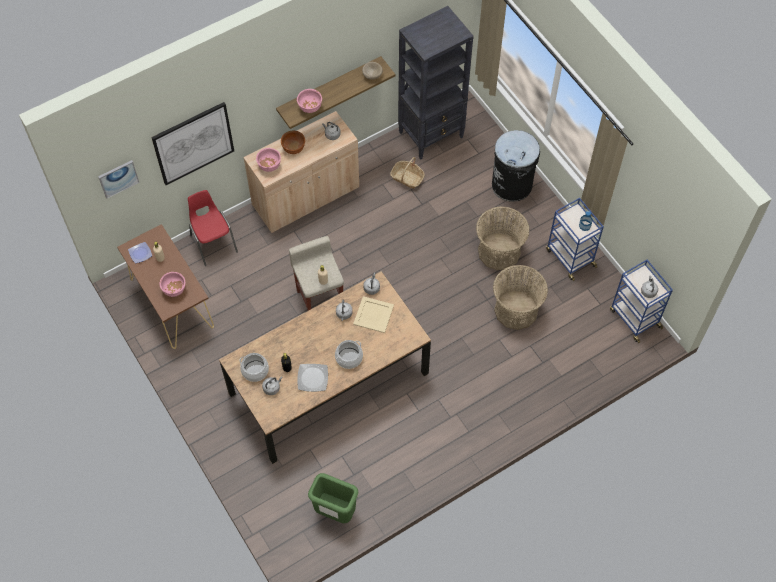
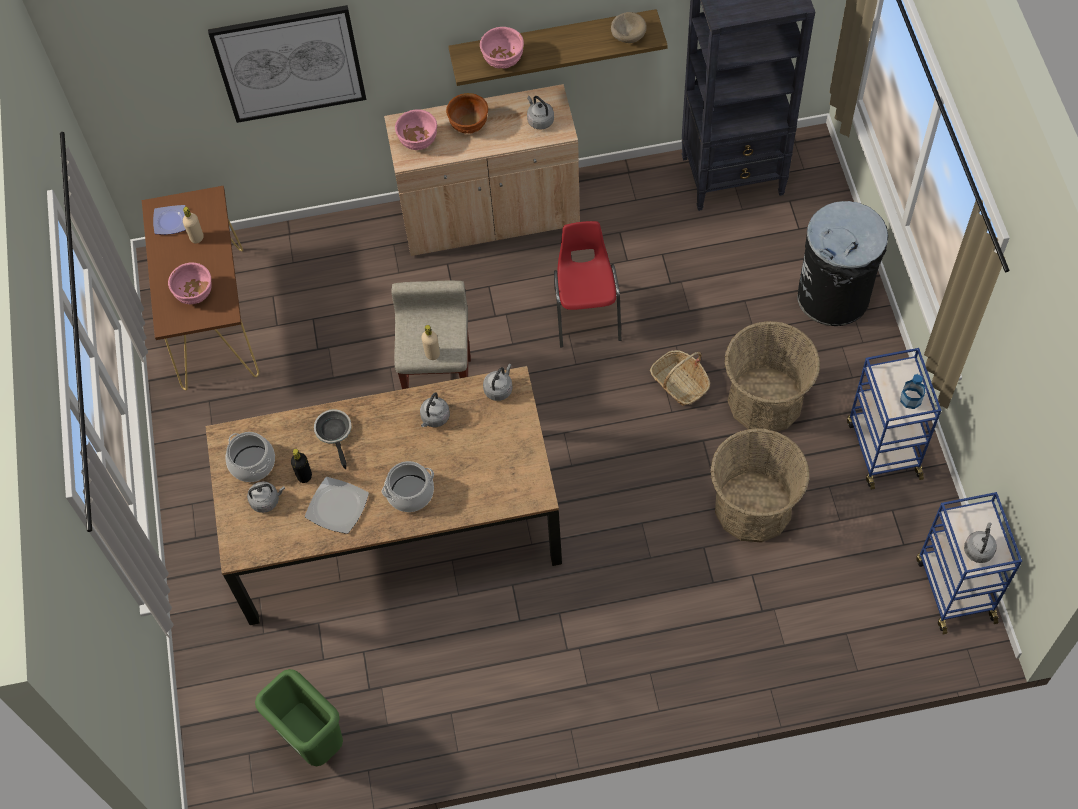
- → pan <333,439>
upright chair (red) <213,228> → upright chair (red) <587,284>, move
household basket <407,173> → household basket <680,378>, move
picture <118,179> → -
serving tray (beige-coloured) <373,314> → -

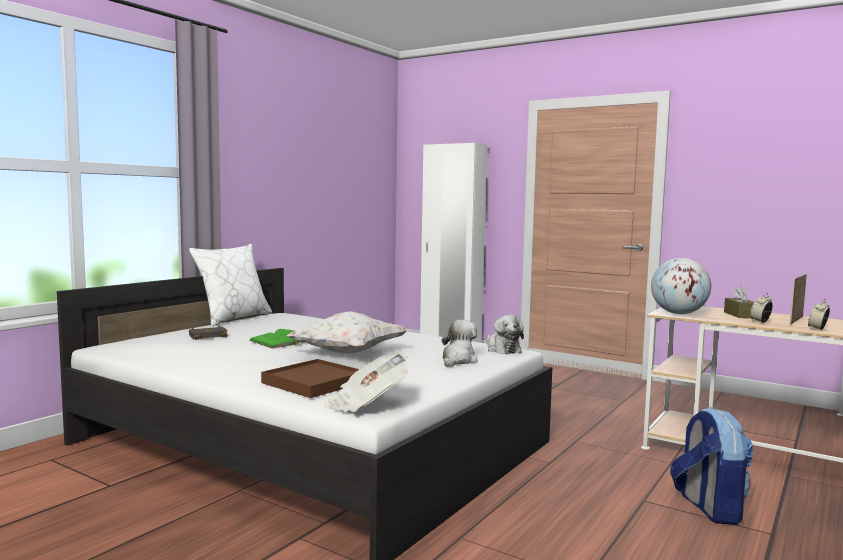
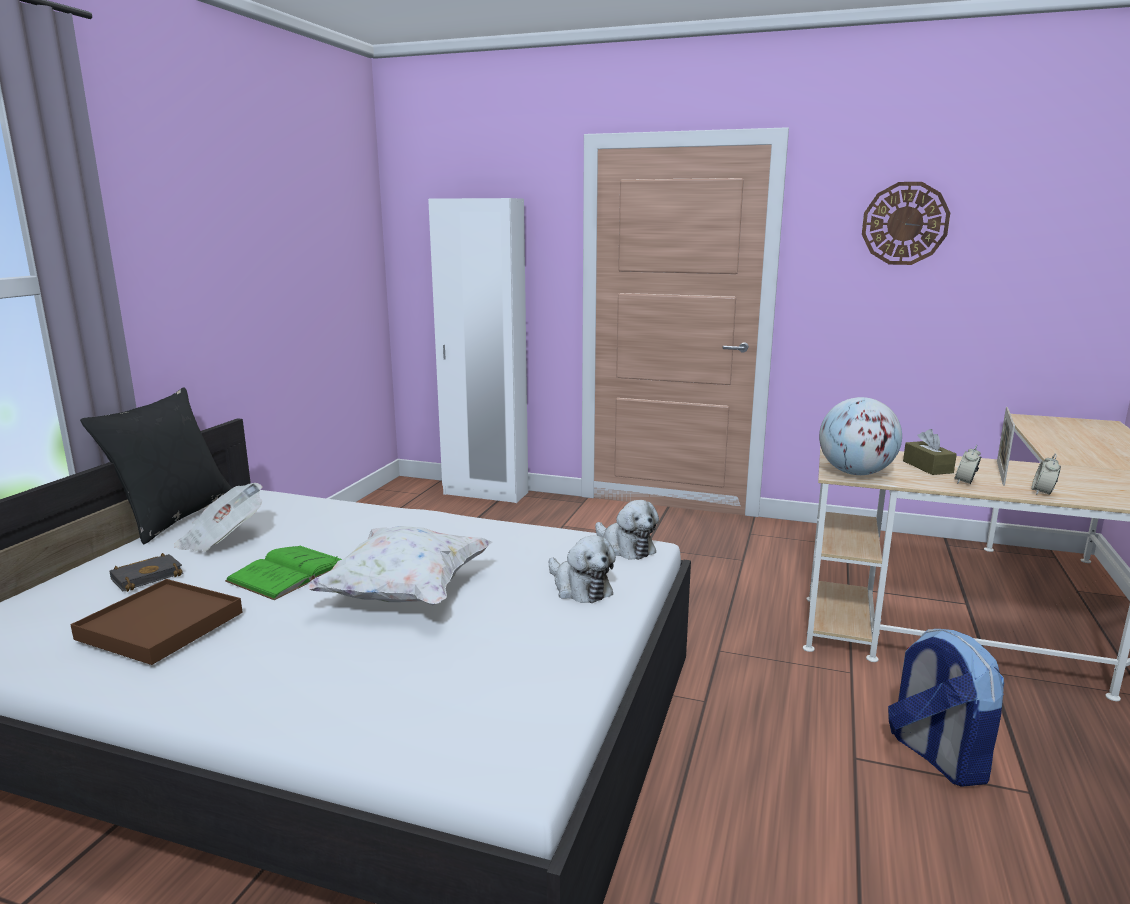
serving tray (brownish) <310,378> → serving tray (brownish) <156,622>, move
pillow (white) <230,285> → pillow (blackish) <156,465>
newspaper <366,383> → newspaper <218,517>, move
plush toy <459,343> → plush toy <582,569>, 135 degrees clockwise
- → hanging clock <906,223>

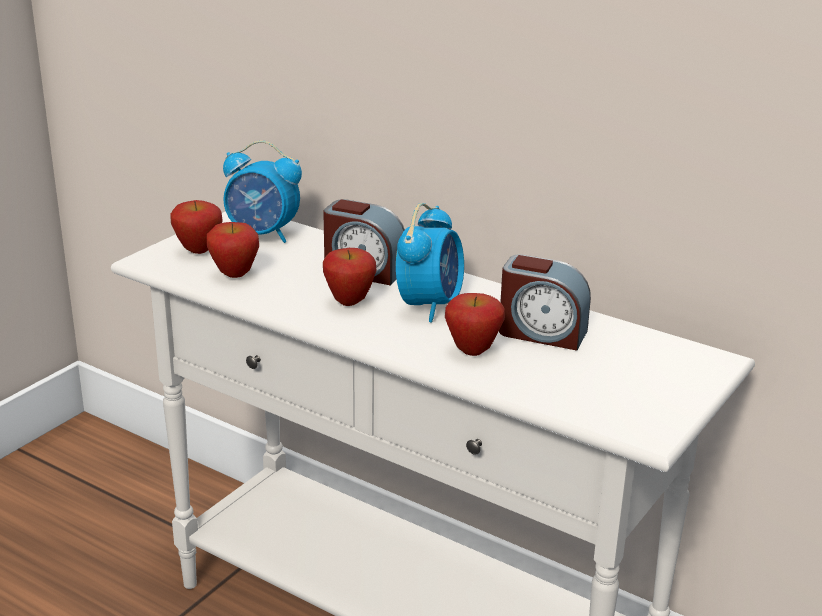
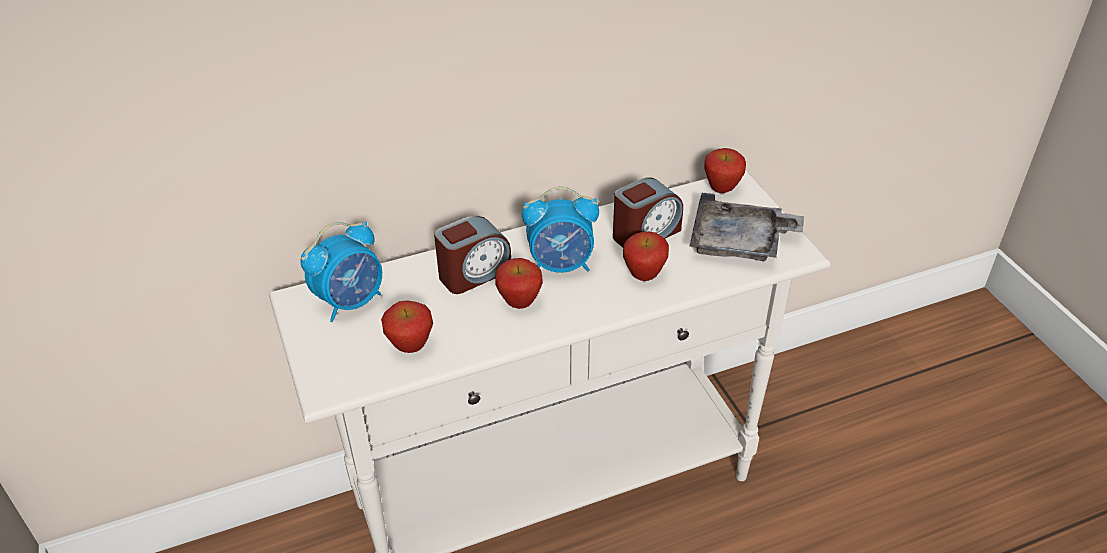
bedside clock <430,263> → bedside clock <560,230>, 120 degrees clockwise
- → serving tray (grey) <747,227>
whole apple <196,227> → whole apple <725,170>, move

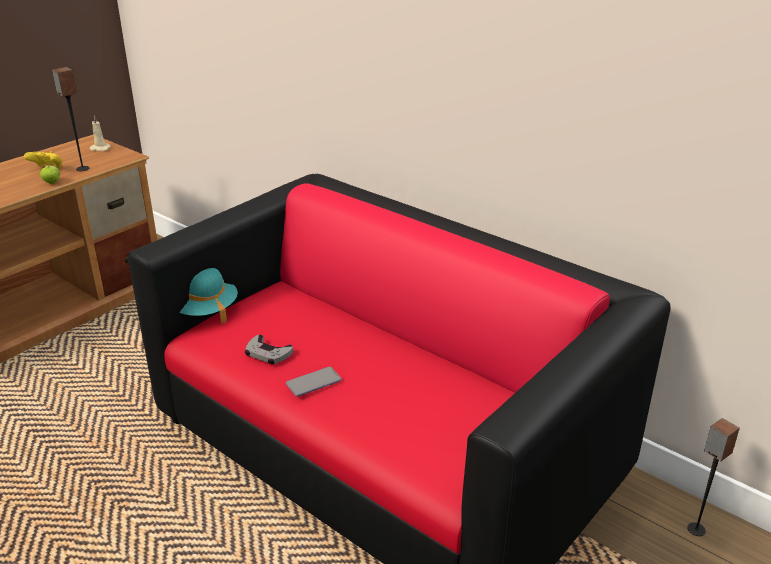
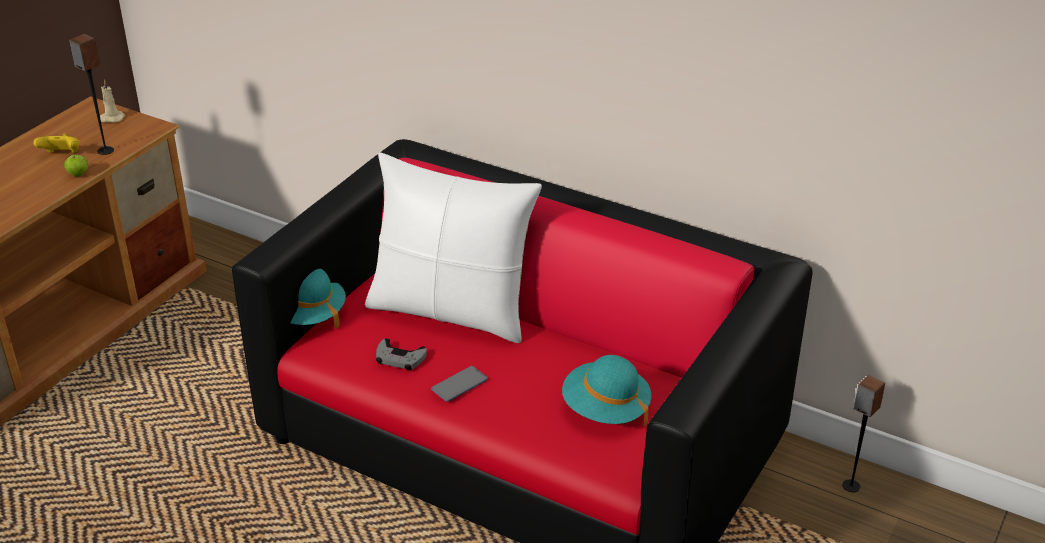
- → pillow (white) <453,248>
- → clothing hat (blue-green) <607,390>

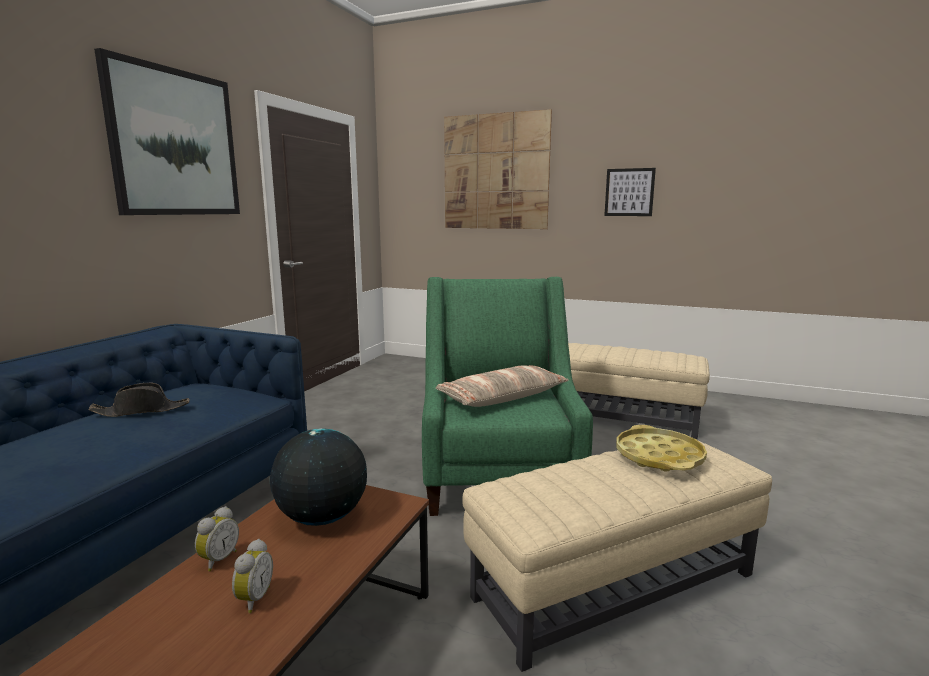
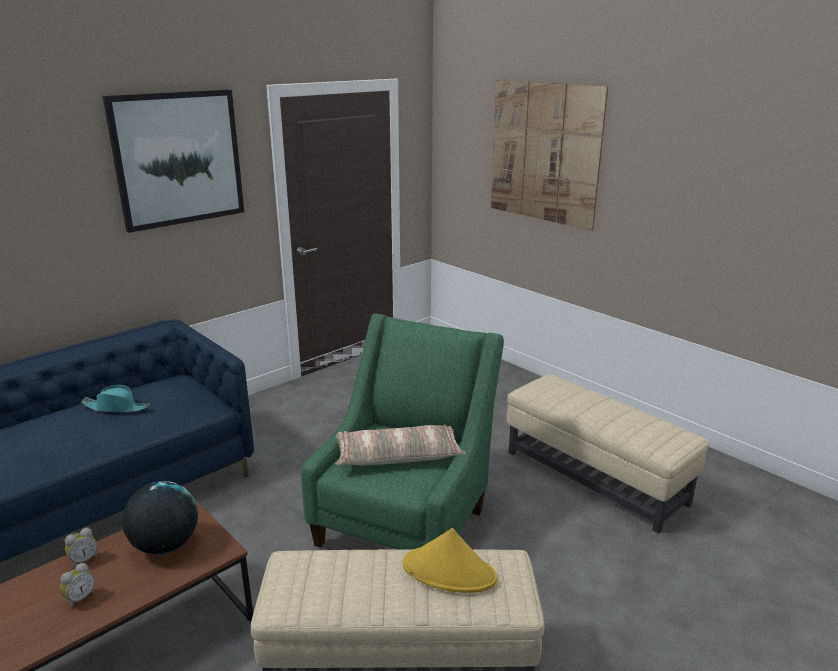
clothing hat (blackish) <139,400> → clothing hat (blue-green) <115,399>
serving tray (yellow-coloured) <661,448> → clothing hat (yellow-coloured) <450,560>
picture <630,192> → -

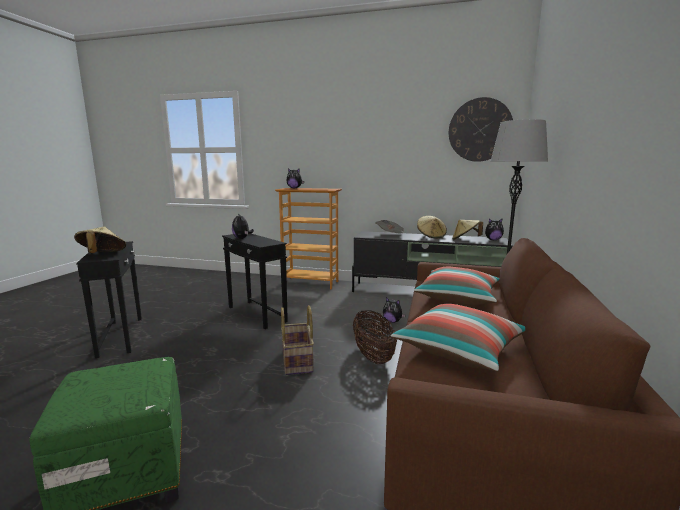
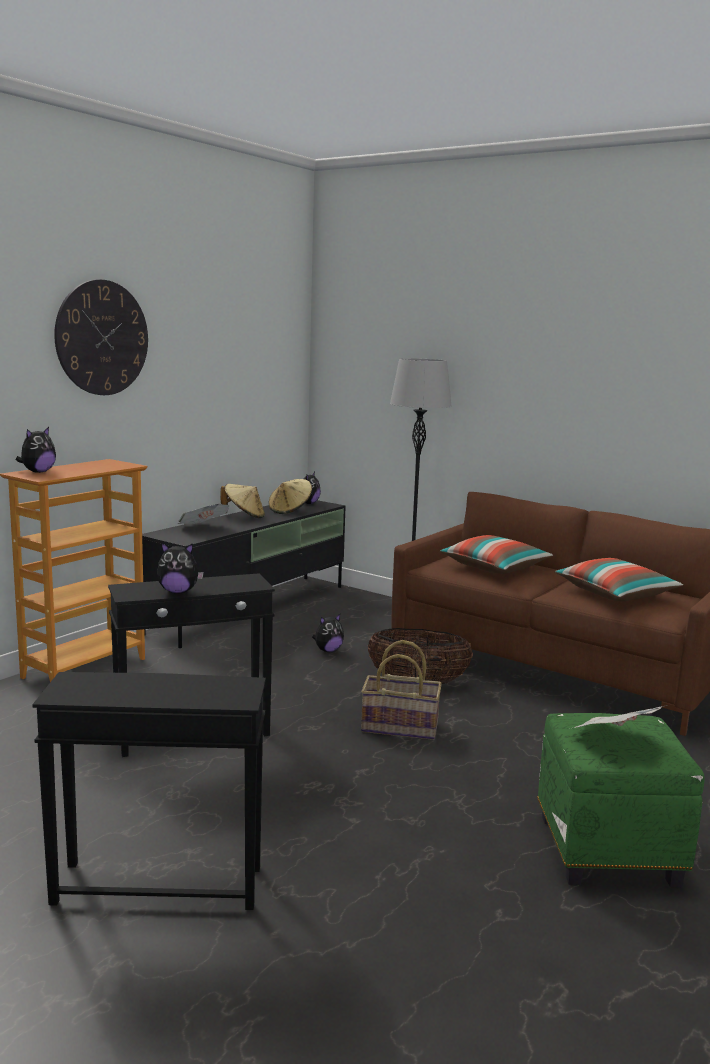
hanging clock <481,129> → hanging clock <101,337>, move
- → newspaper <621,716>
clothing hat (beige-coloured) <100,240> → -

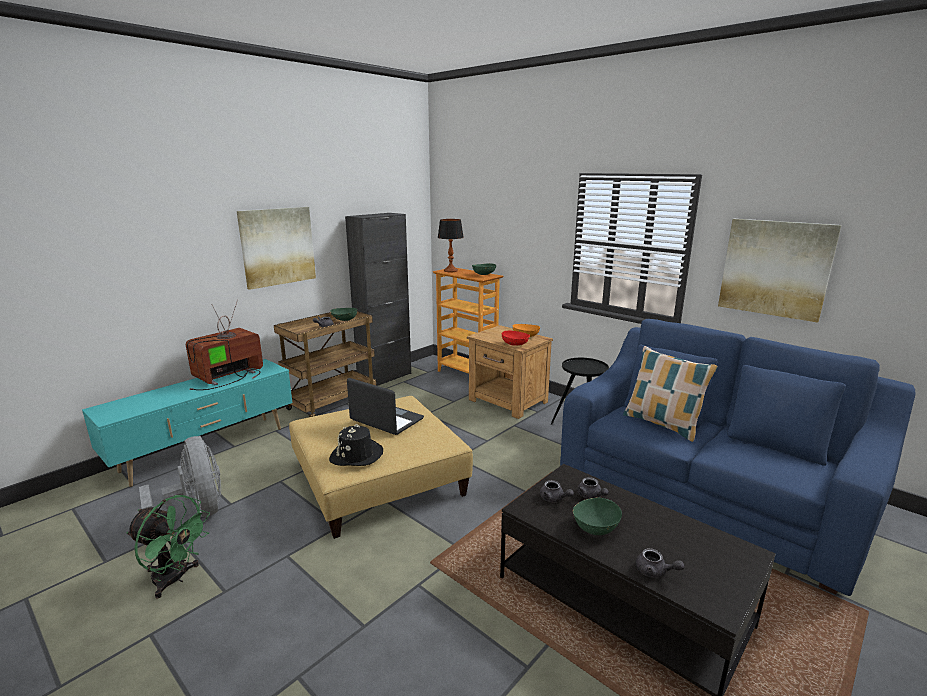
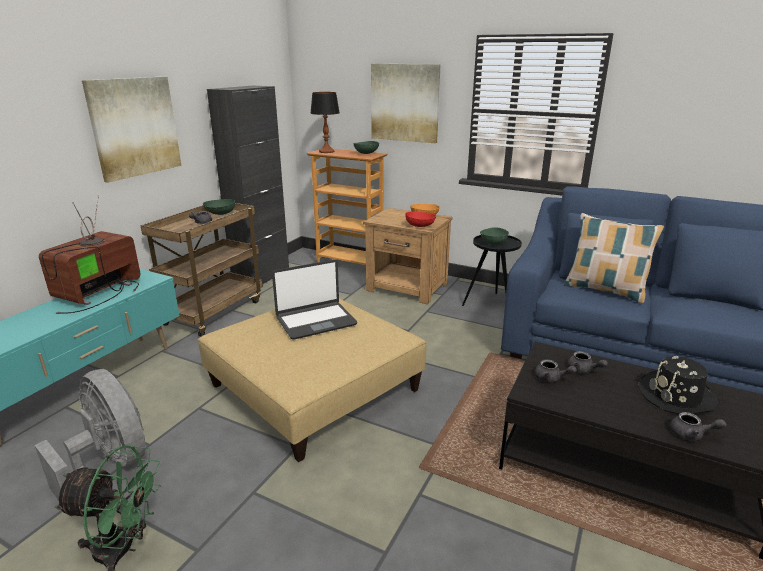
notebook computer <385,406> → notebook computer <314,300>, 135 degrees clockwise
picture <780,271> → picture <406,103>, move
deep dish (green-coloured) <597,516> → deep dish (green-coloured) <494,236>, move
clothing hat (blackish) <356,445> → clothing hat (blackish) <679,385>, move

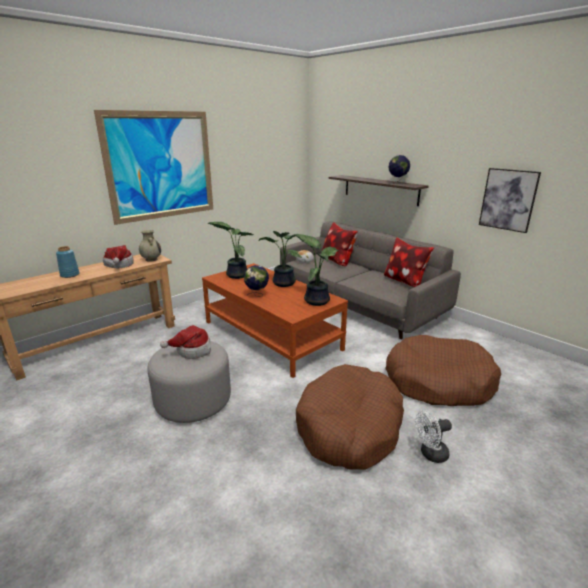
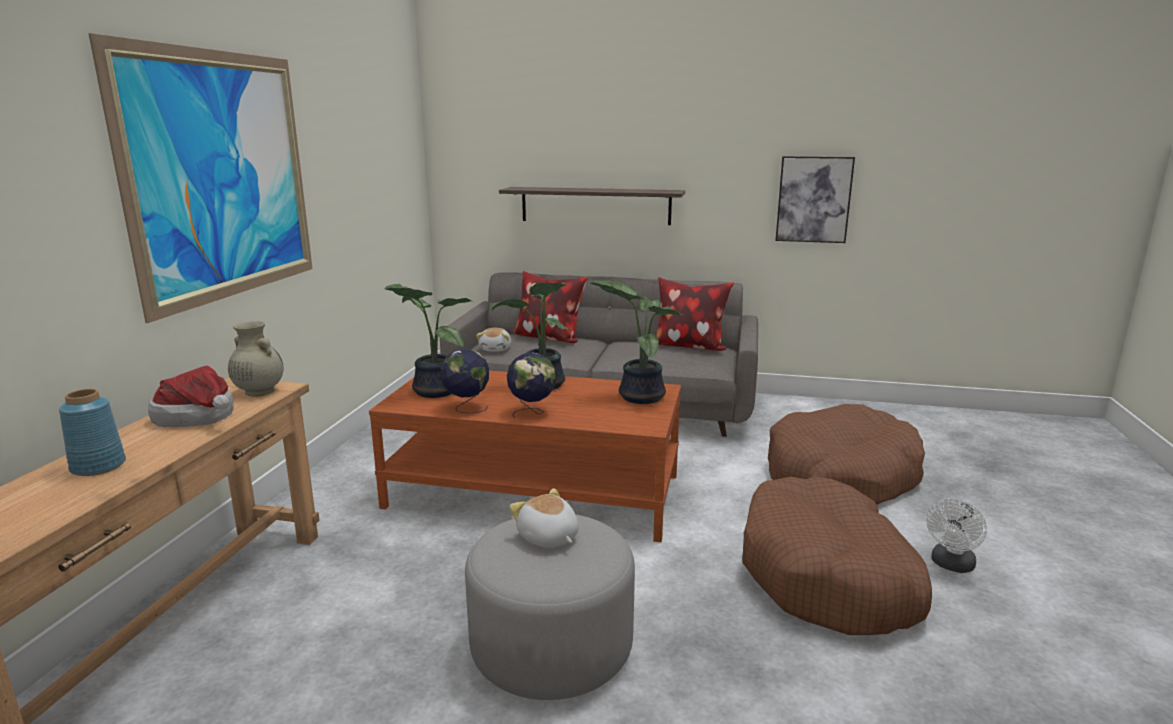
desk globe <399,169> → desk globe <464,381>, move
clothing hat <185,342> → plush toy <544,518>

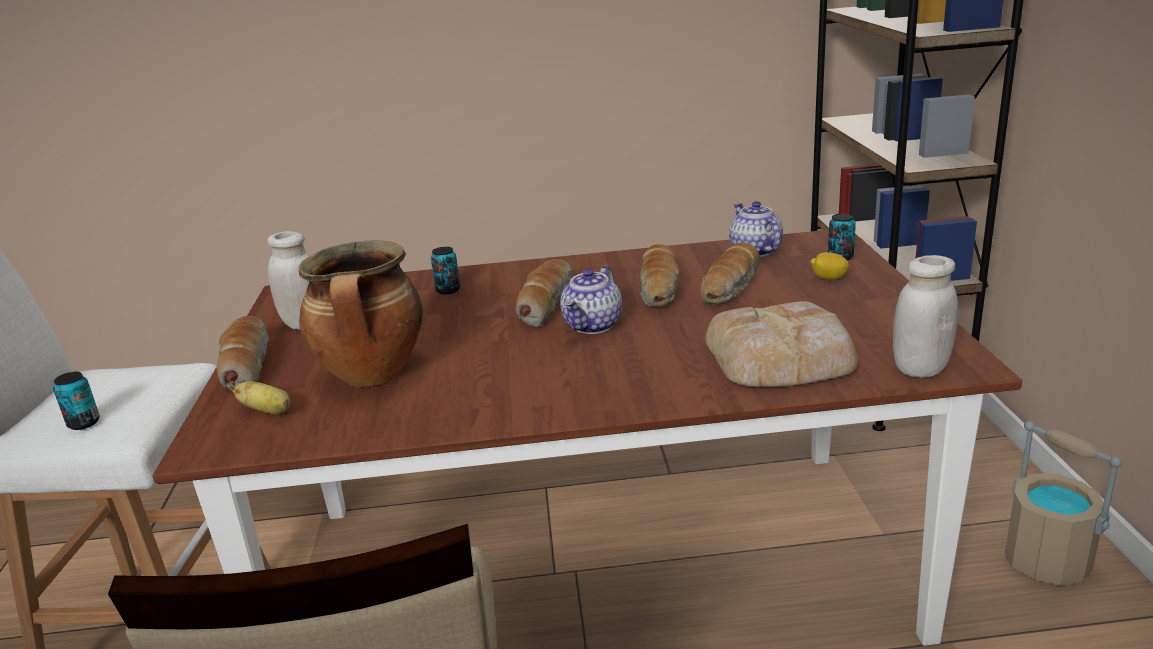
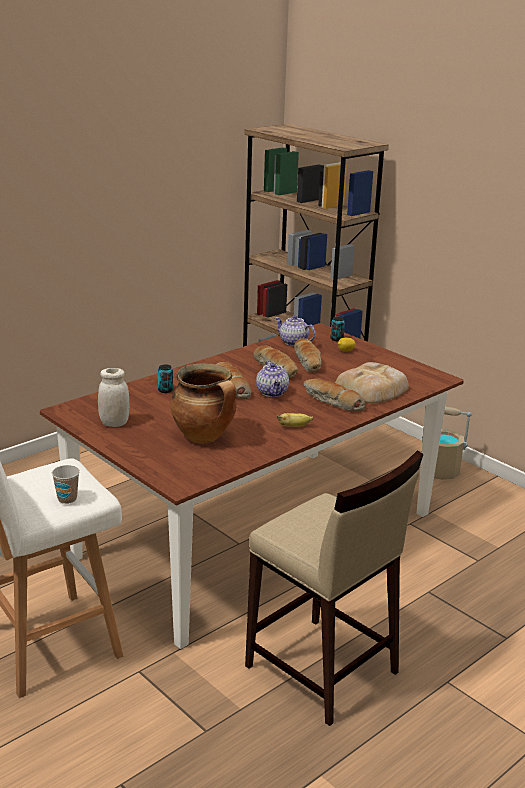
sealed can <76,401> → cup <66,484>
banana fruit <260,397> → banana fruit <295,420>, move
bread <243,352> → bread <334,394>, move
preserve jar (white) <925,316> → -

